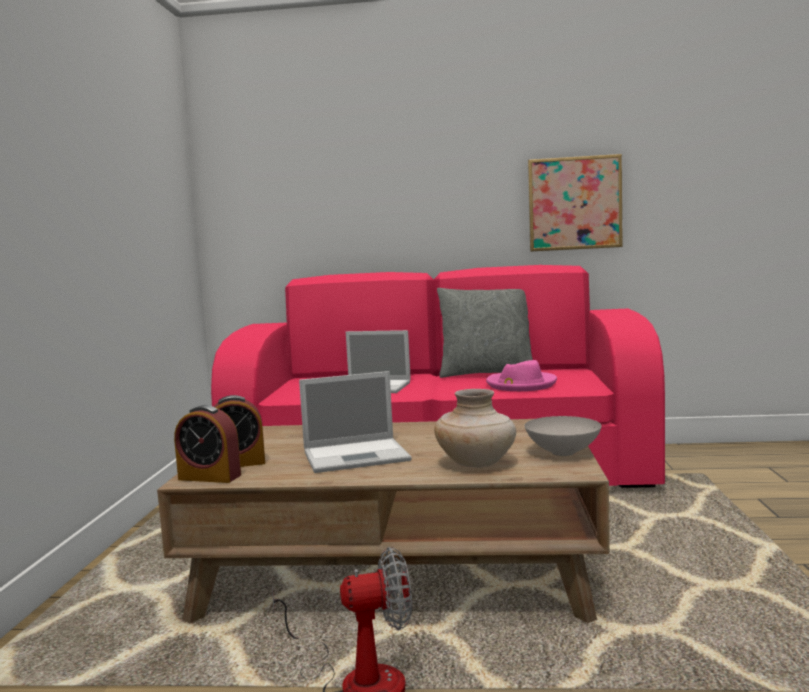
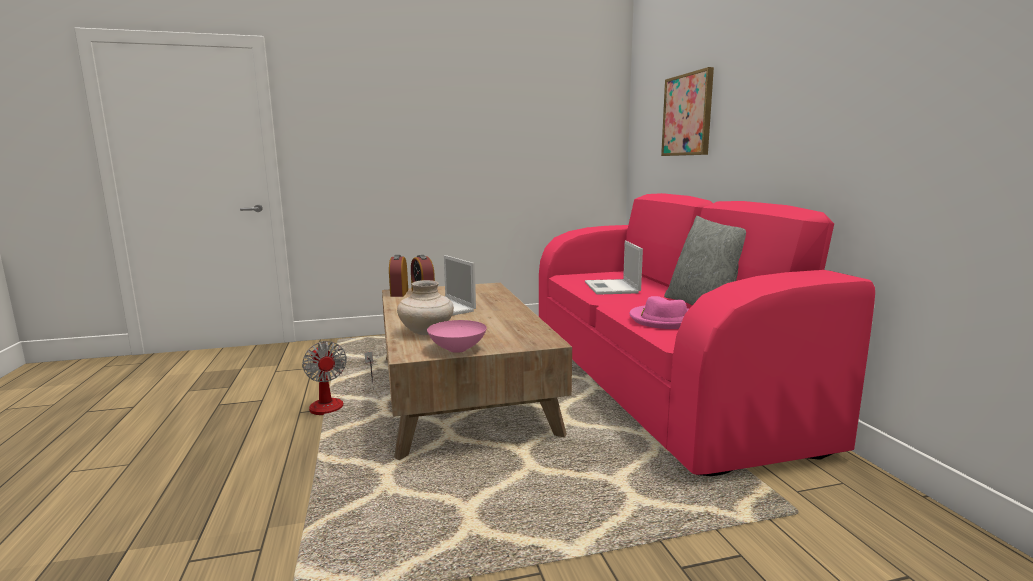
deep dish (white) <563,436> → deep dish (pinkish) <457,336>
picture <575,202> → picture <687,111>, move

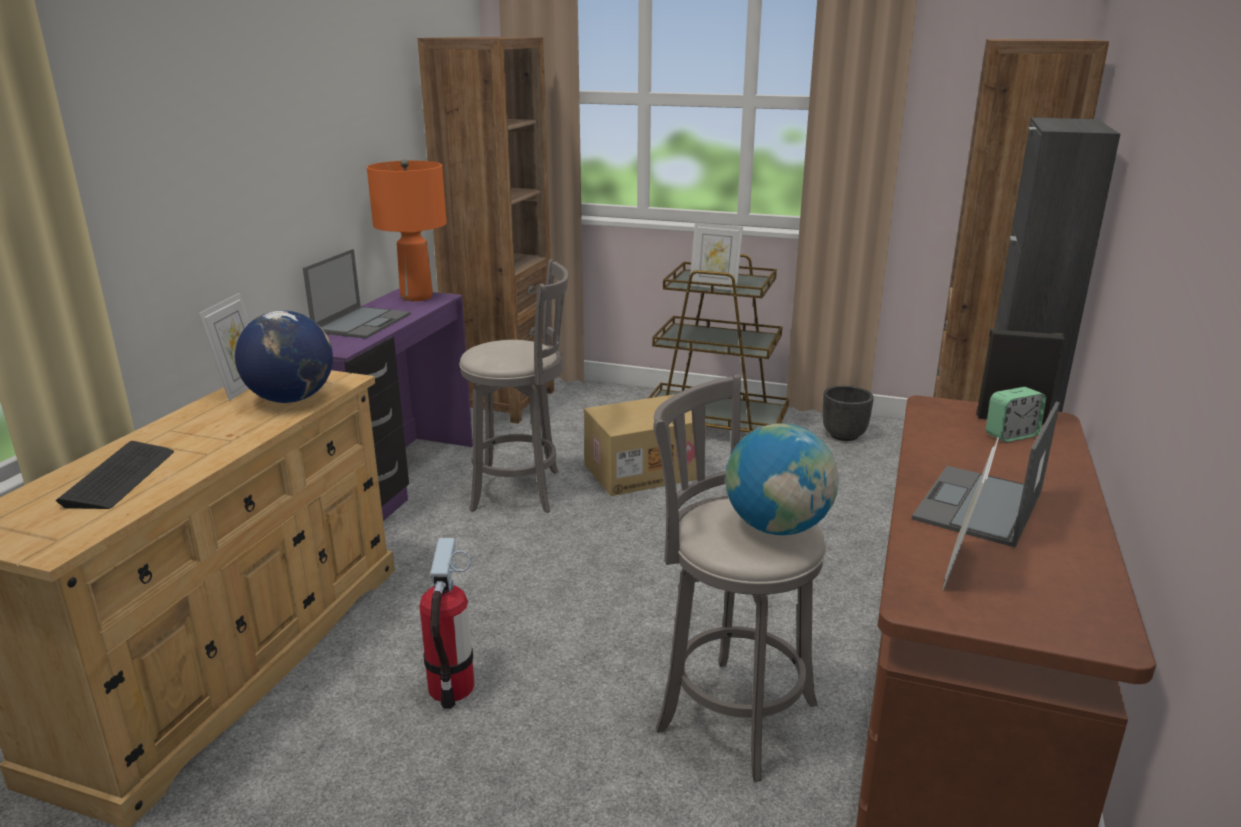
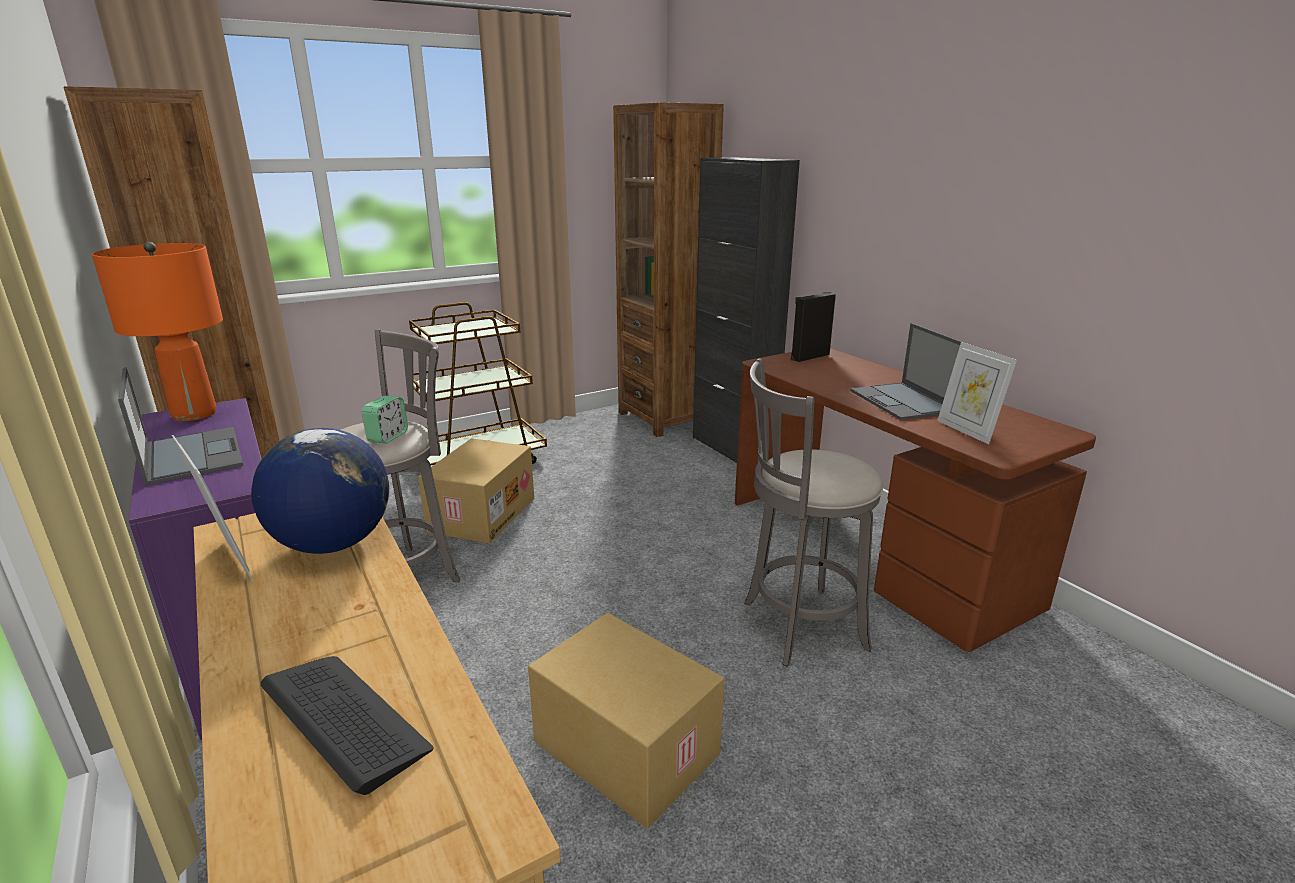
bedside clock <1016,414> → bedside clock <384,419>, move
fire extinguisher <446,623> → cardboard box <626,721>
picture frame <716,256> → -
desk globe <782,479> → -
planter (blackish) <848,413> → -

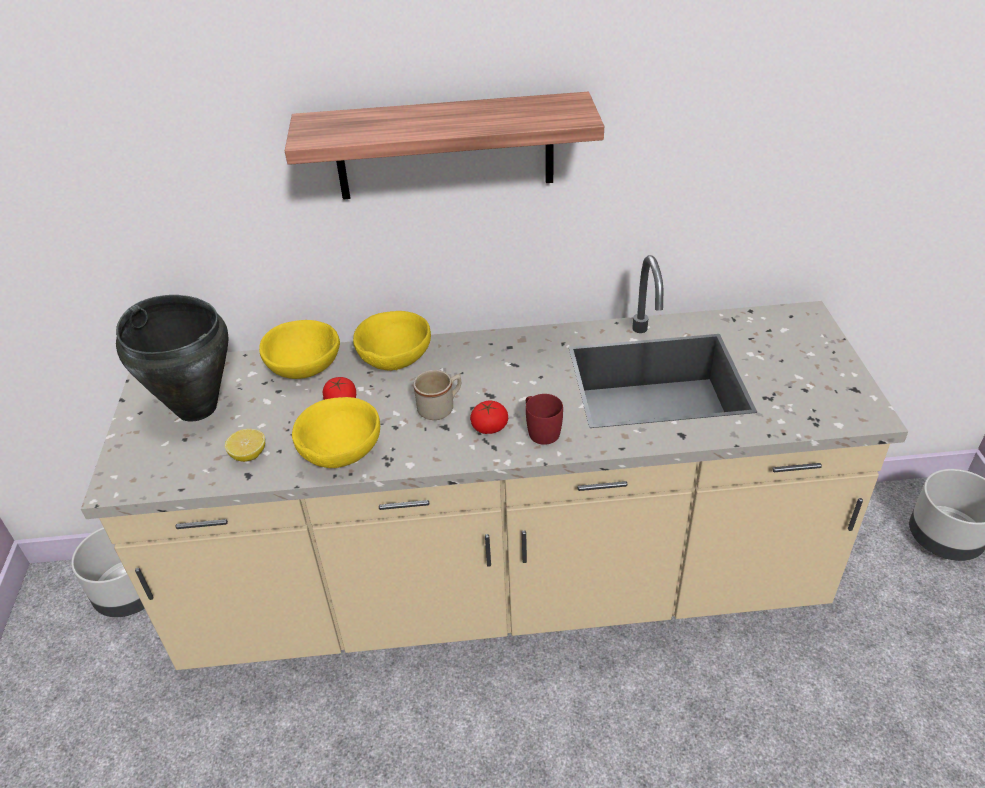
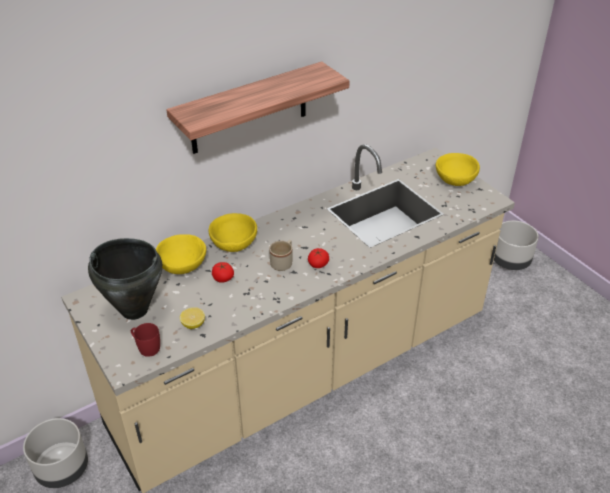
mug (red) <544,419> → mug (red) <145,340>, move
deep dish (yellow-coloured) <336,432> → deep dish (yellow-coloured) <458,169>, move

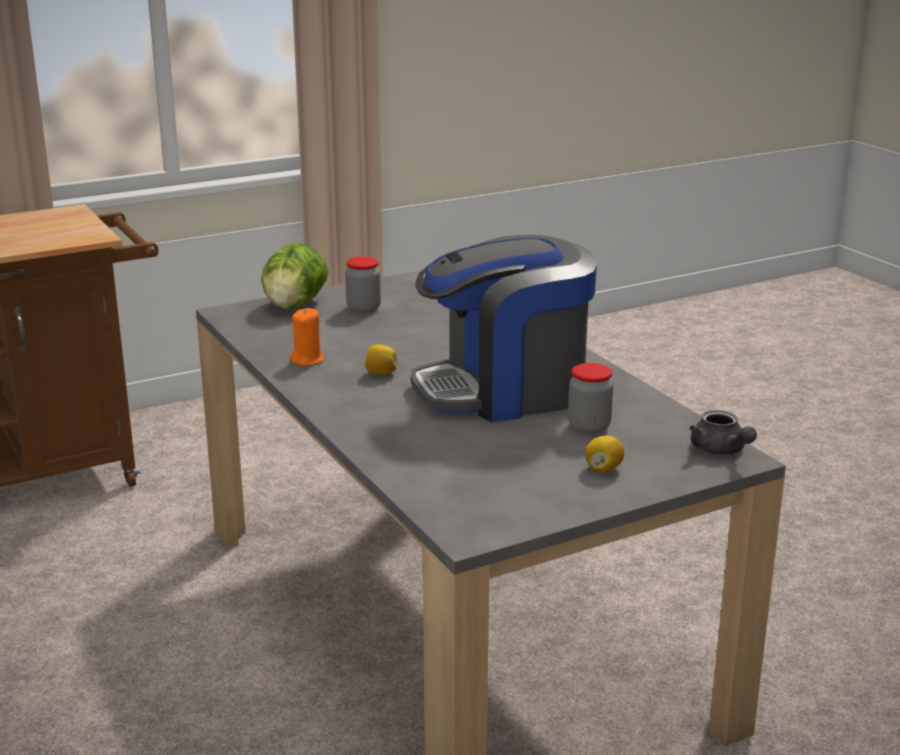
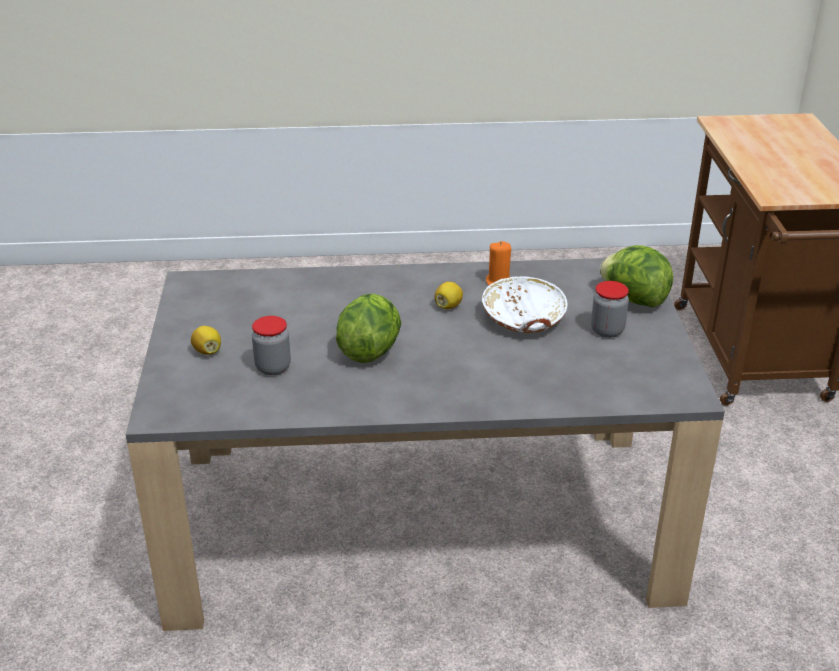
coffee machine <504,328> → lettuce <368,328>
- → deep dish (white) <525,305>
tea pot (grey) <723,432> → -

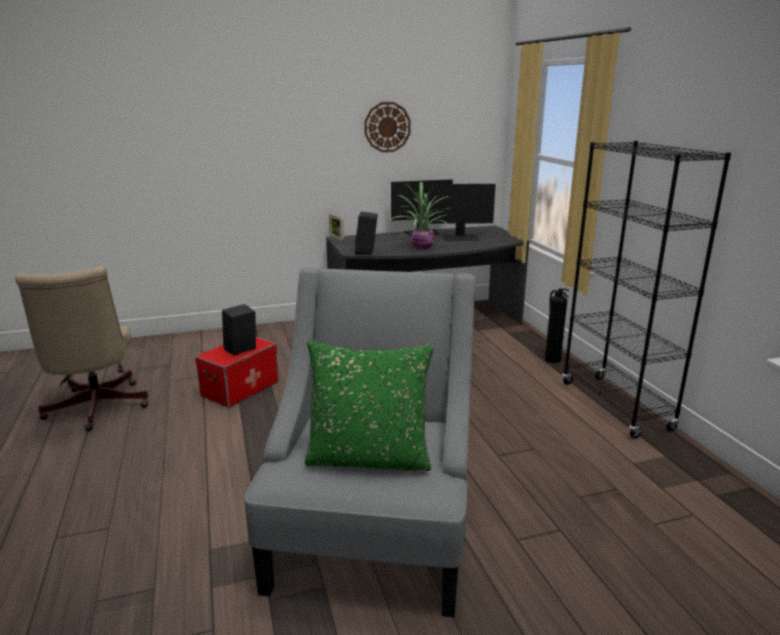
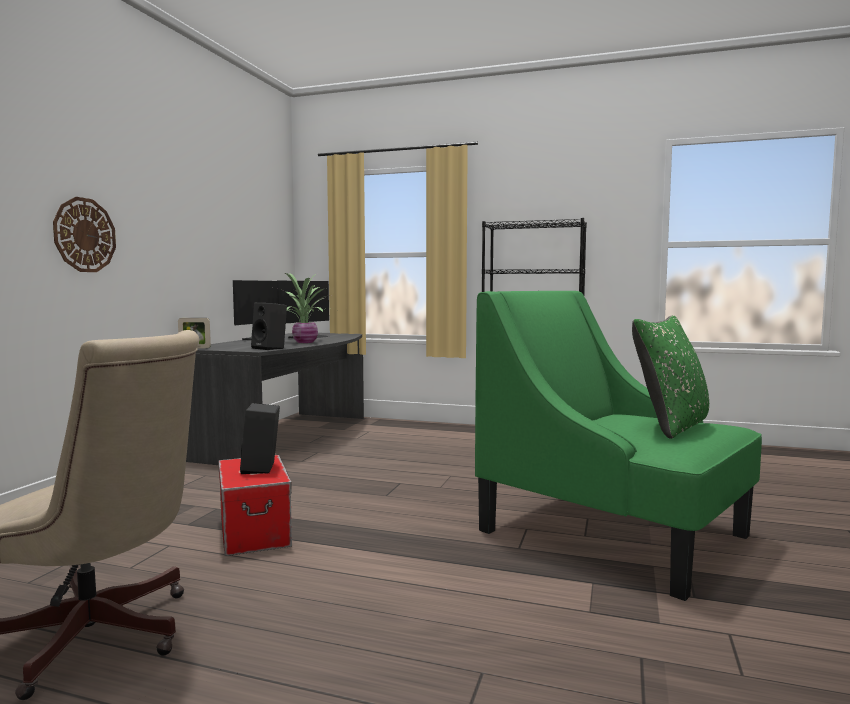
hanging clock <387,127> → hanging clock <84,234>, move
easy chair (grey) <360,442> → easy chair (green-coloured) <618,446>
fire extinguisher <557,325> → -

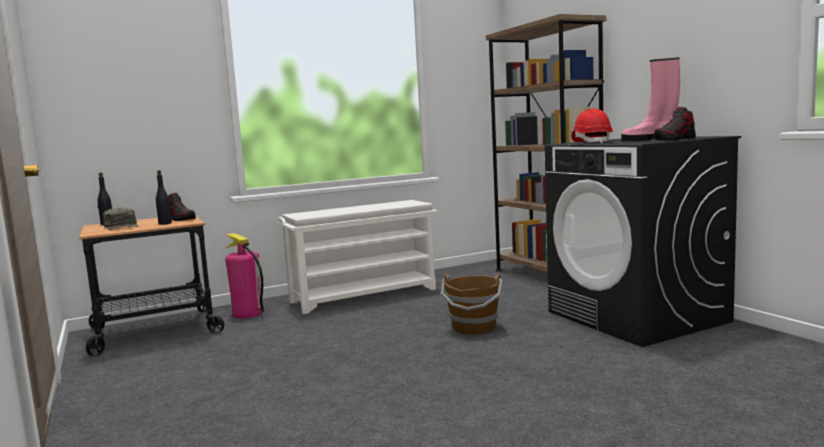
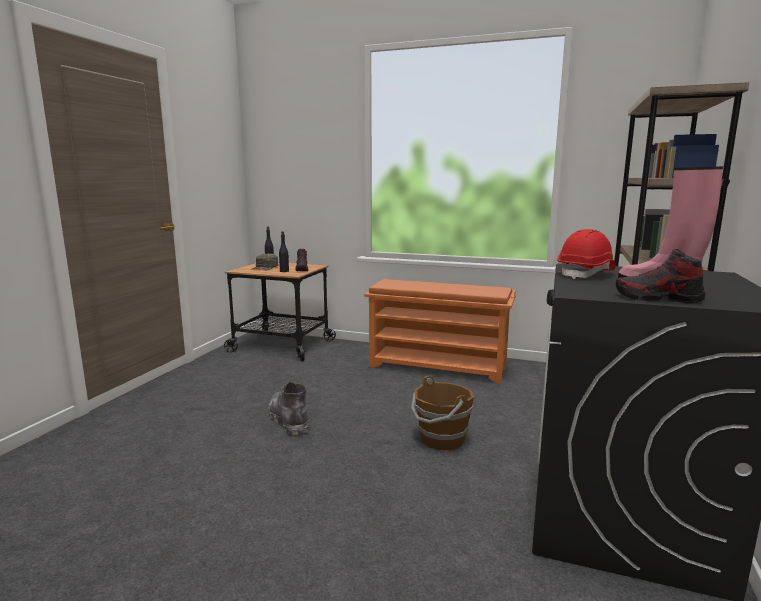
- → high-top boot (grey) <288,409>
shoe shelf (white) <358,257> → shoe shelf (orangey) <440,331>
fire extinguisher <244,275> → -

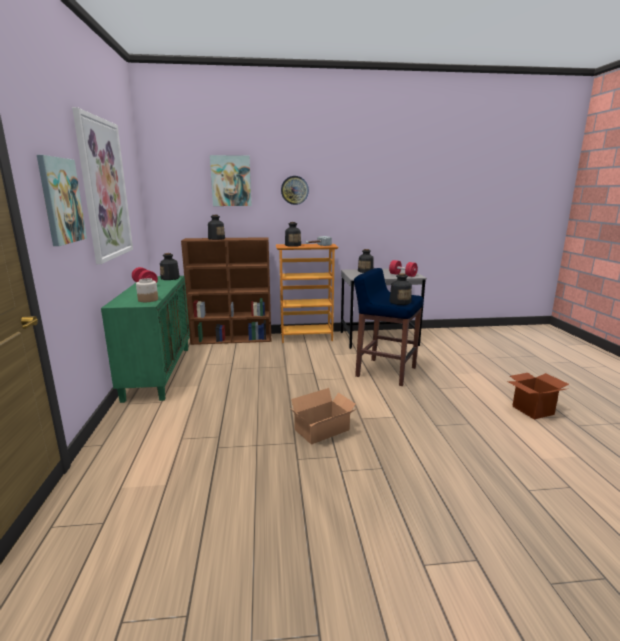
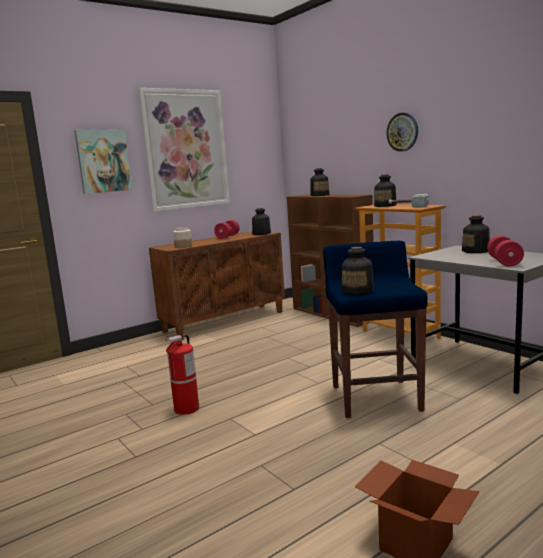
cabinet (green-coloured) <145,339> → cabinet (brownish) <217,285>
cardboard box <322,416> → fire extinguisher <182,375>
picture <231,180> → -

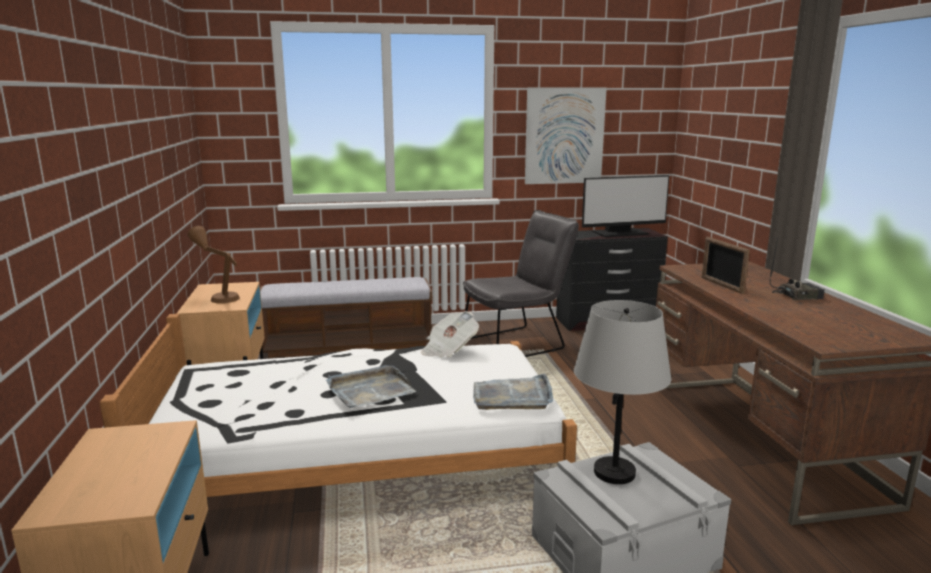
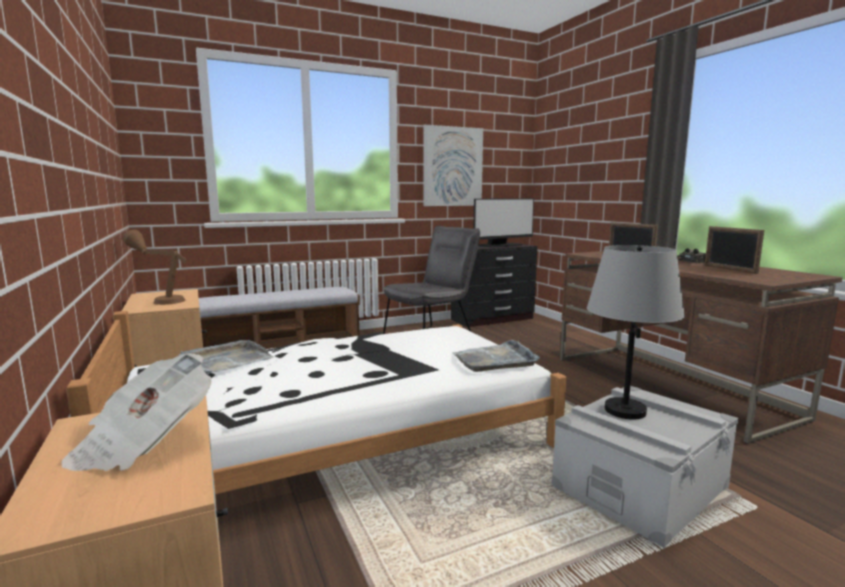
newspaper <450,334> → newspaper <136,412>, move
serving tray (grey) <371,386> → serving tray (grey) <226,357>, move
- → picture frame <734,250>

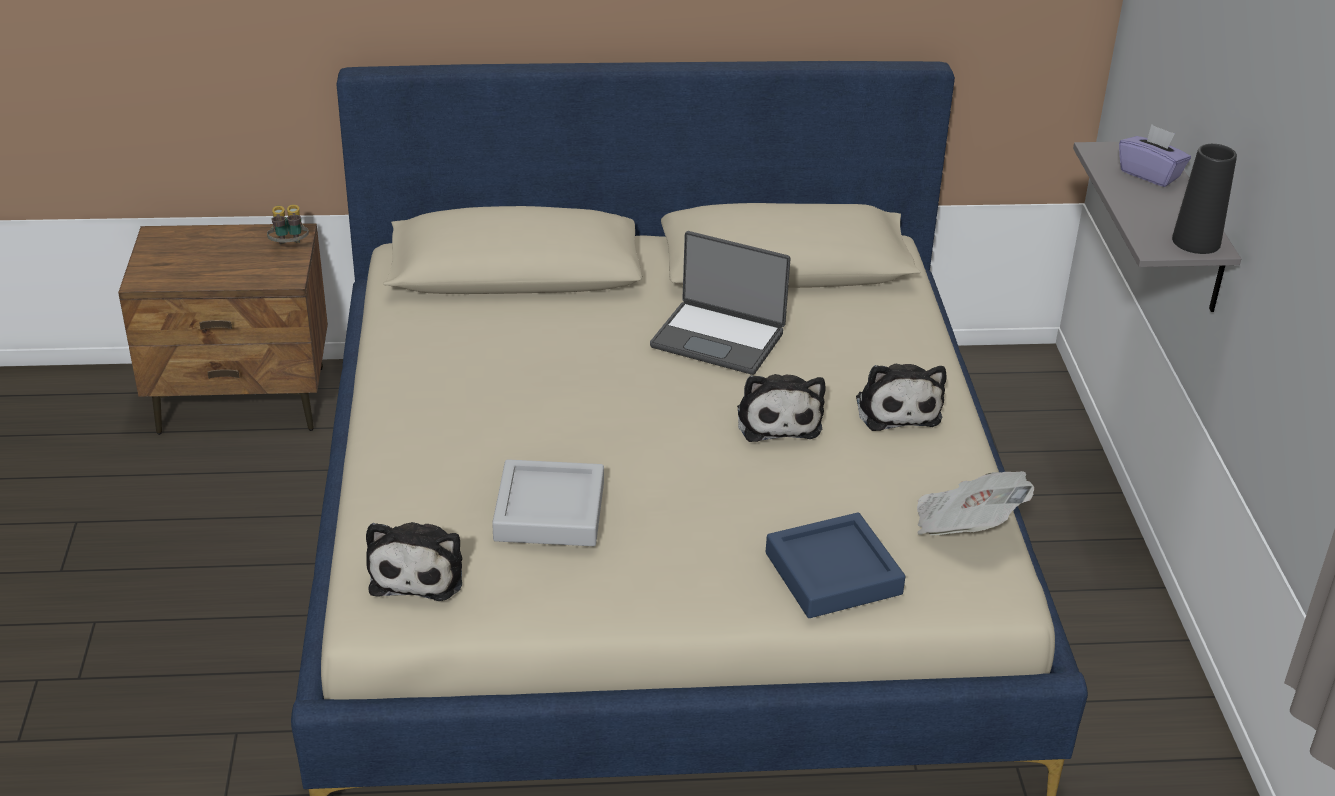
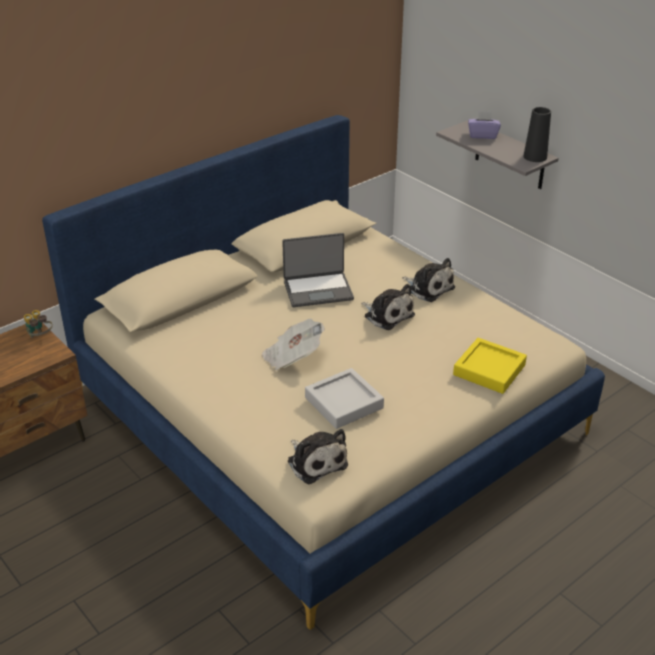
newspaper <975,503> → newspaper <293,345>, move
serving tray (blue-coloured) <835,565> → serving tray (yellow-coloured) <490,366>

